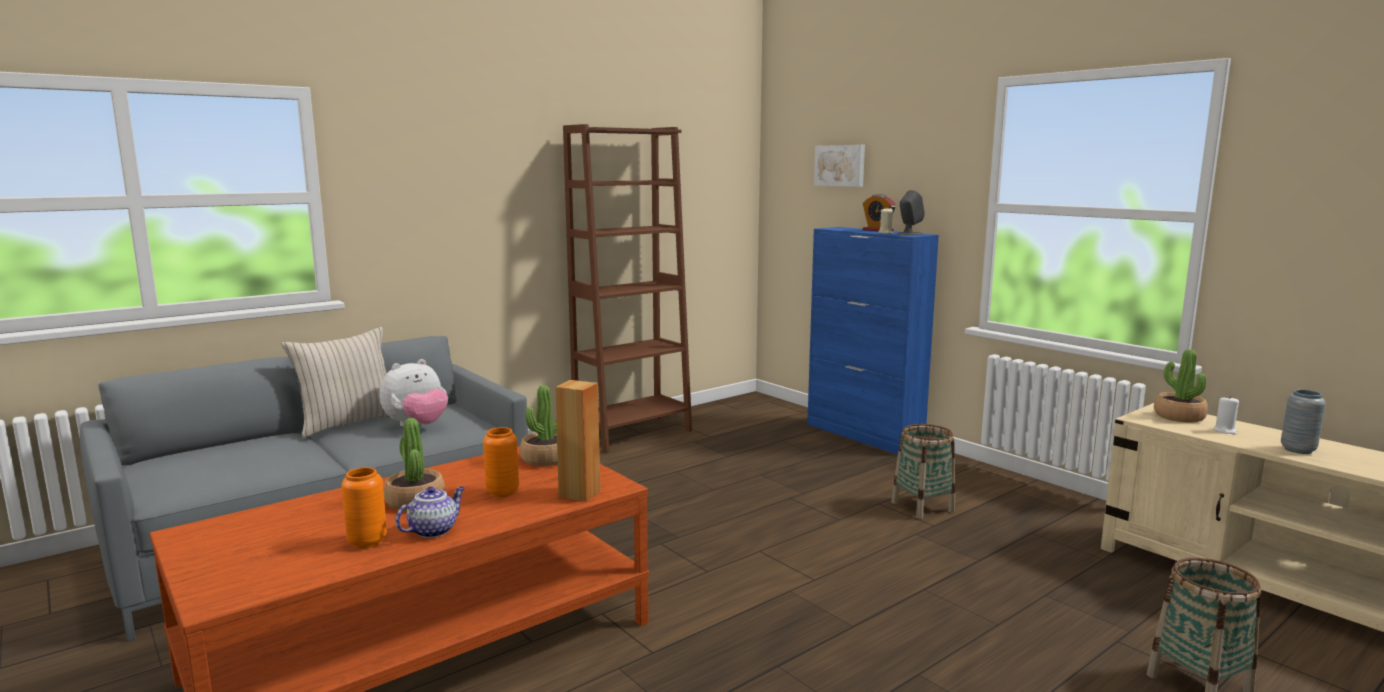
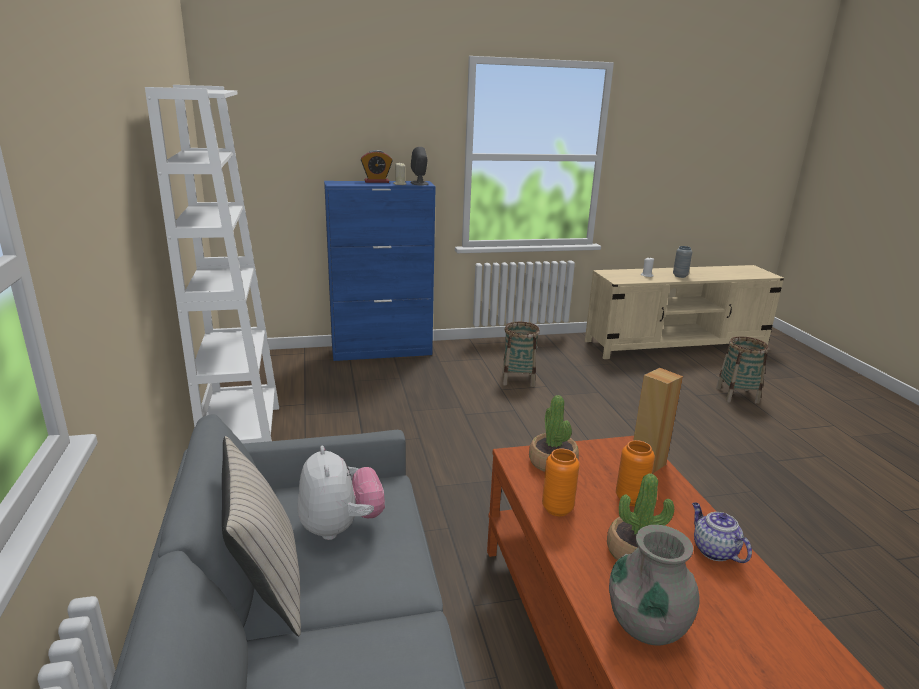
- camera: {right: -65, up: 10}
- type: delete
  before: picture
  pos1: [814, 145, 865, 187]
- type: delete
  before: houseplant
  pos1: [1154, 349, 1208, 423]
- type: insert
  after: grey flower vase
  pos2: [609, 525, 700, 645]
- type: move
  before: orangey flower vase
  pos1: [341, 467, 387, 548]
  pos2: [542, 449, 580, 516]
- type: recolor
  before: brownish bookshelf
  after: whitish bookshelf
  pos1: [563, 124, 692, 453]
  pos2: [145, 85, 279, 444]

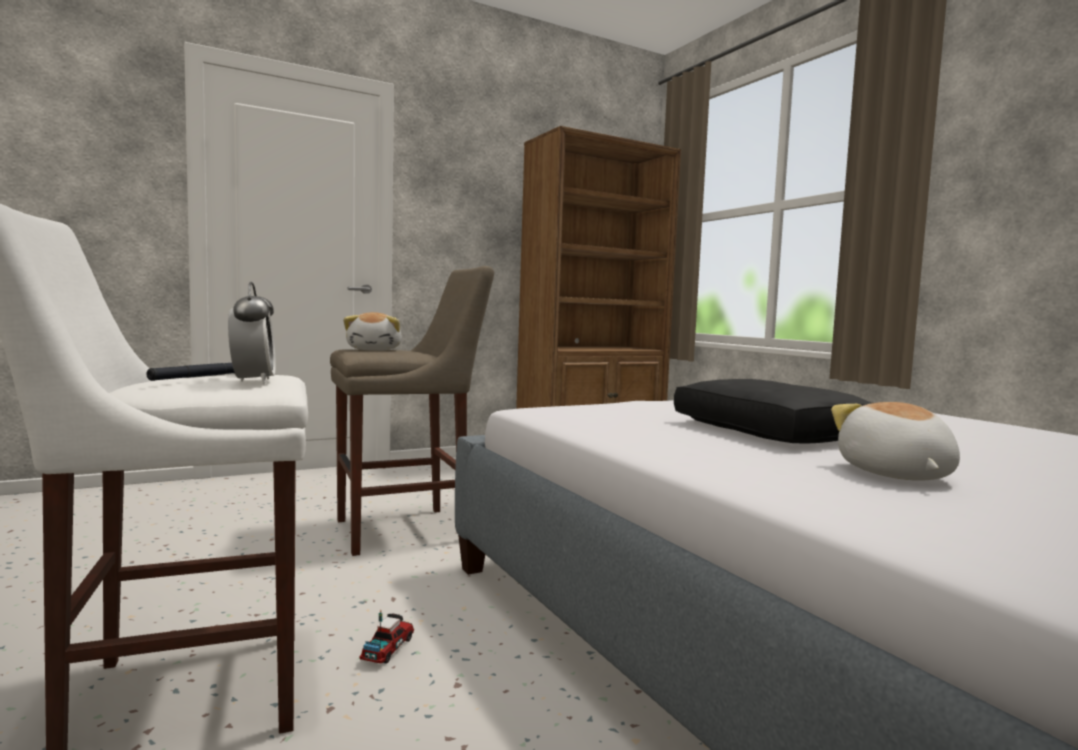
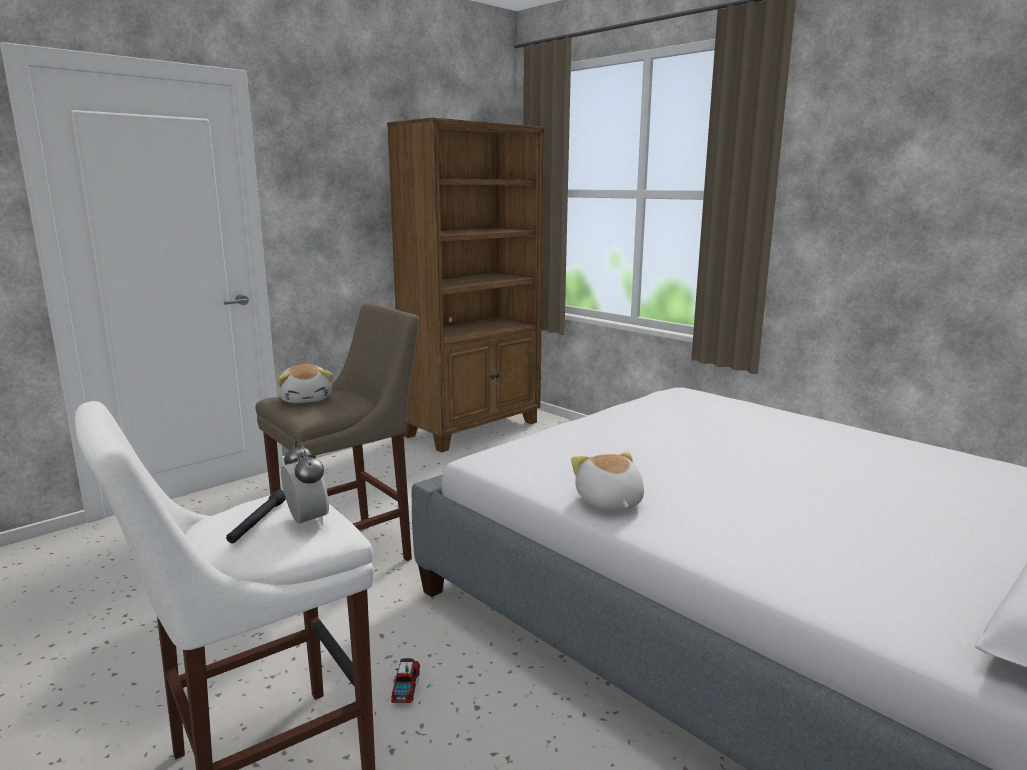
- camera: {right: -15, up: 10}
- type: delete
  before: blackish pillow
  pos1: [674, 379, 872, 443]
- type: move
  before: soft toy
  pos1: [831, 402, 960, 481]
  pos2: [571, 452, 644, 511]

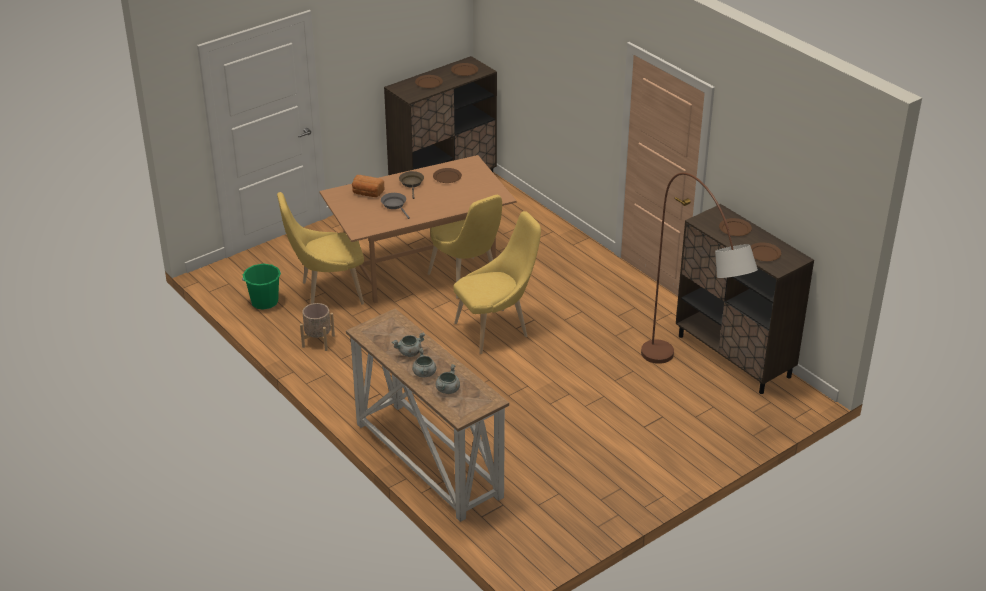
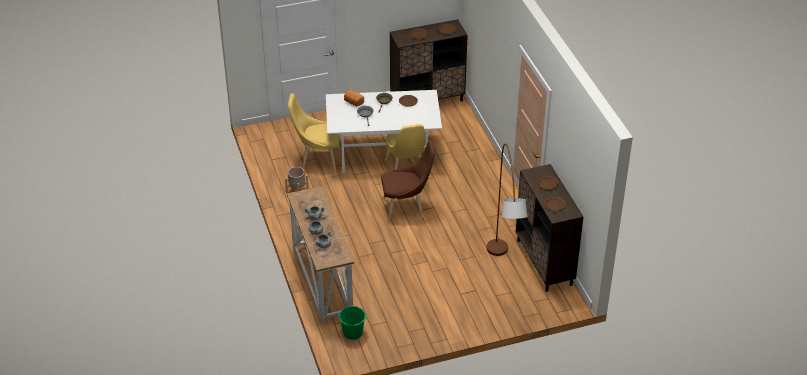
- camera: {right: 20, up: 5}
- type: move
  before: green-coloured water bucket
  pos1: [242, 264, 281, 310]
  pos2: [338, 306, 367, 340]
- type: recolor
  before: brownish dining table
  after: whitish dining table
  pos1: [319, 155, 517, 303]
  pos2: [326, 90, 442, 173]
- type: recolor
  before: yellow upright chair
  after: brownish upright chair
  pos1: [453, 211, 541, 354]
  pos2: [381, 140, 435, 222]

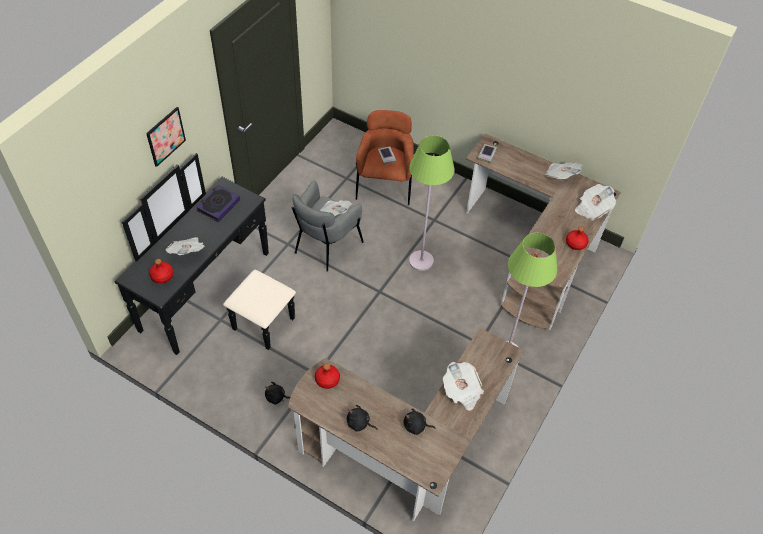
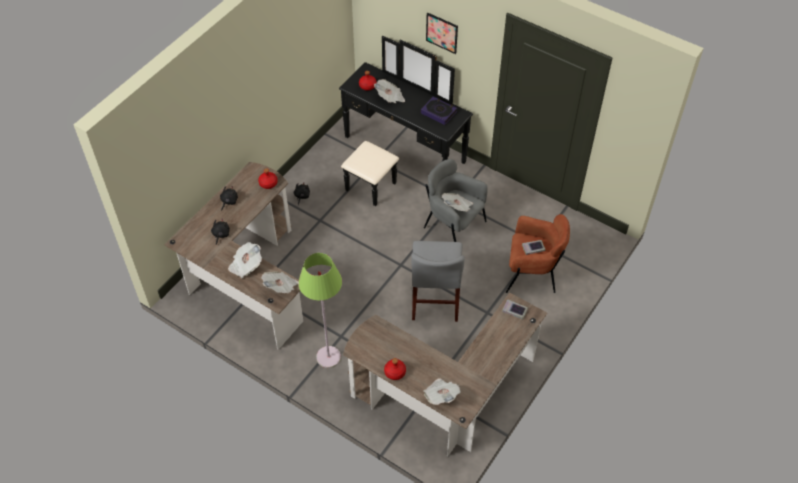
- camera: {right: 95, up: 0}
- type: move
  before: printed paper
  pos1: [544, 162, 583, 179]
  pos2: [261, 272, 298, 293]
- type: replace
  before: green-coloured standing lamp
  after: grey upright chair
  pos1: [409, 135, 455, 271]
  pos2: [411, 241, 465, 322]

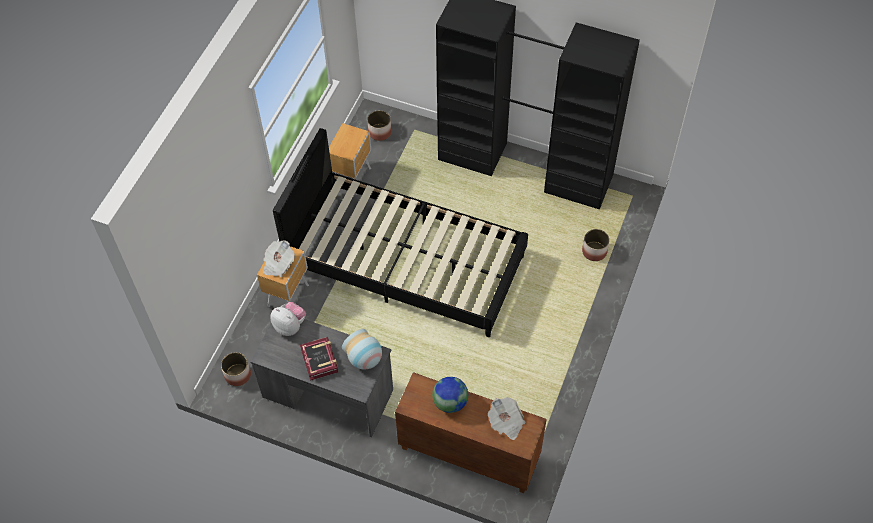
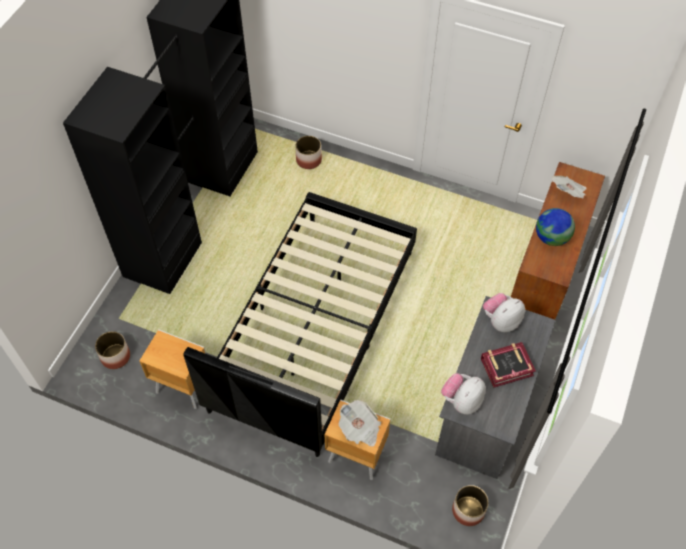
- camera: {right: -90, up: 0}
- type: replace
  before: flower vase
  after: soft toy
  pos1: [342, 329, 382, 370]
  pos2: [483, 293, 525, 332]

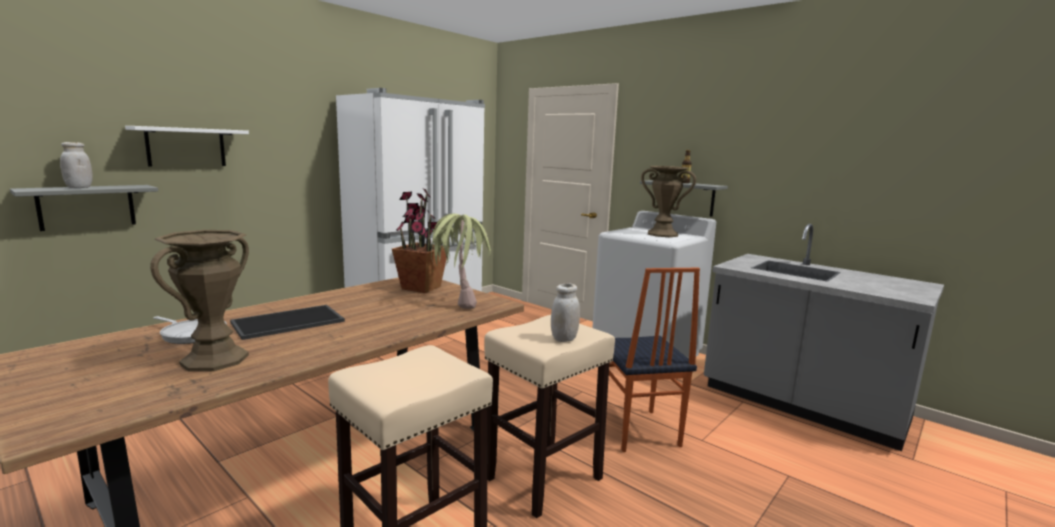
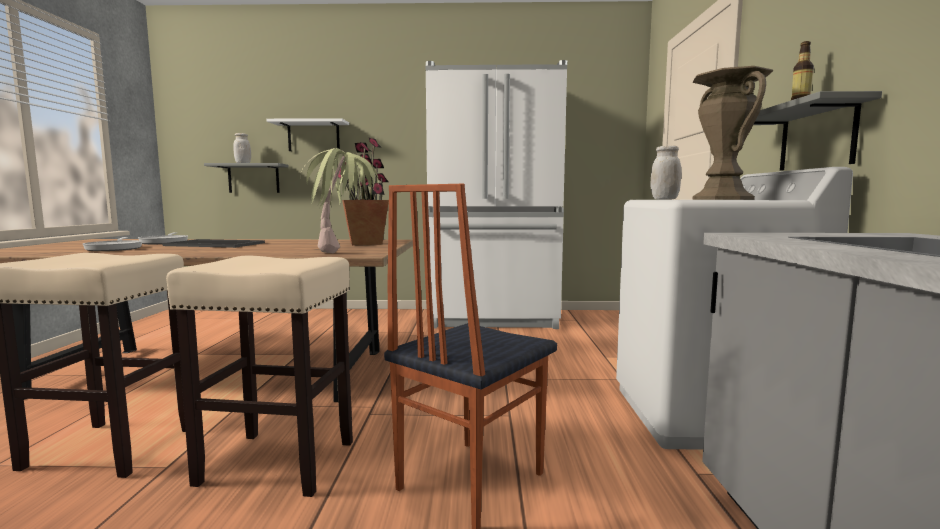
- camera: {right: 50, up: -5}
- type: move
  before: whitish jar
  pos1: [551, 283, 580, 342]
  pos2: [651, 146, 682, 200]
- type: replace
  before: brownish flower vase
  after: skillet
  pos1: [150, 230, 249, 372]
  pos2: [83, 237, 142, 251]

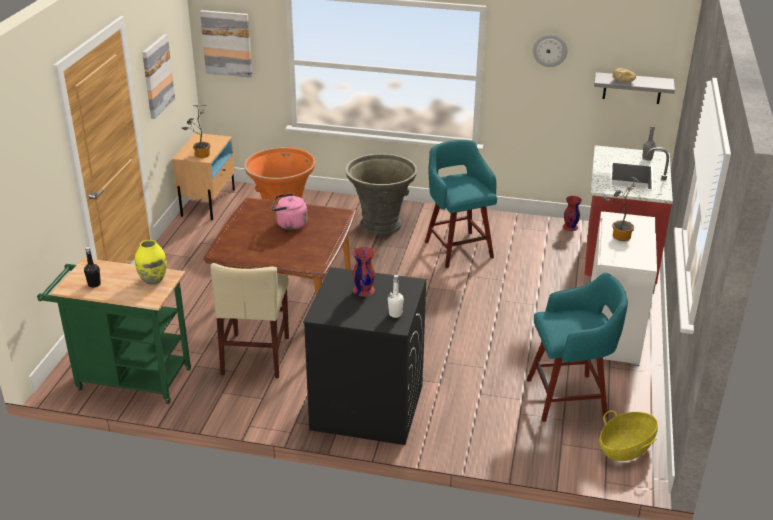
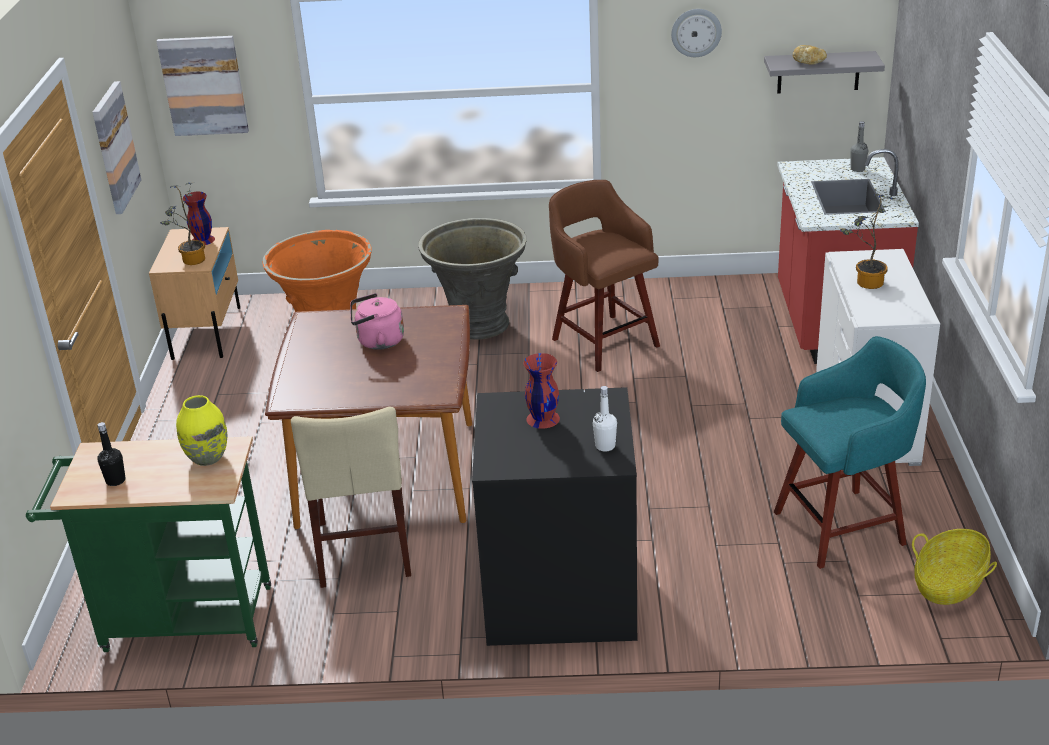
- camera: {right: -10, up: 0}
- type: move
  before: red-coloured flower vase
  pos1: [563, 196, 582, 231]
  pos2: [183, 192, 215, 245]
- type: recolor
  before: turquoise stool
  after: brownish stool
  pos1: [425, 140, 497, 268]
  pos2: [549, 180, 660, 372]

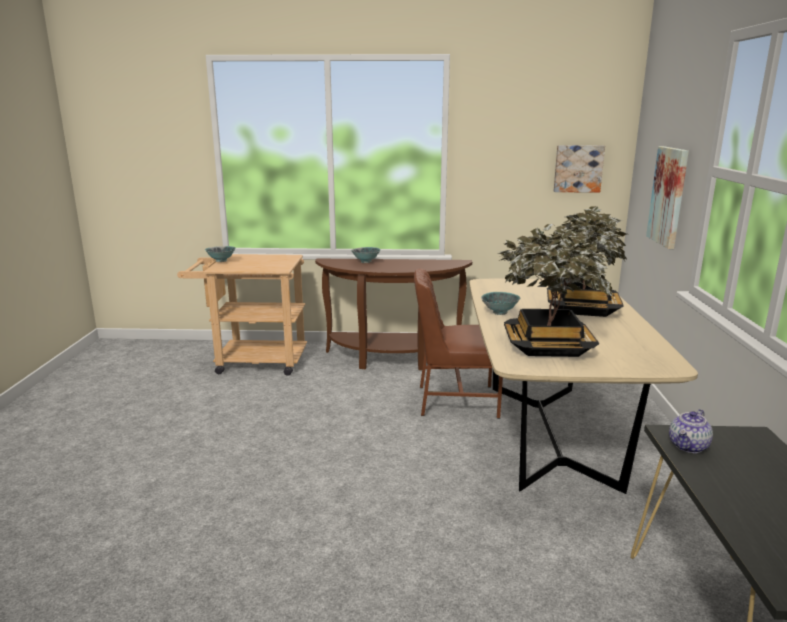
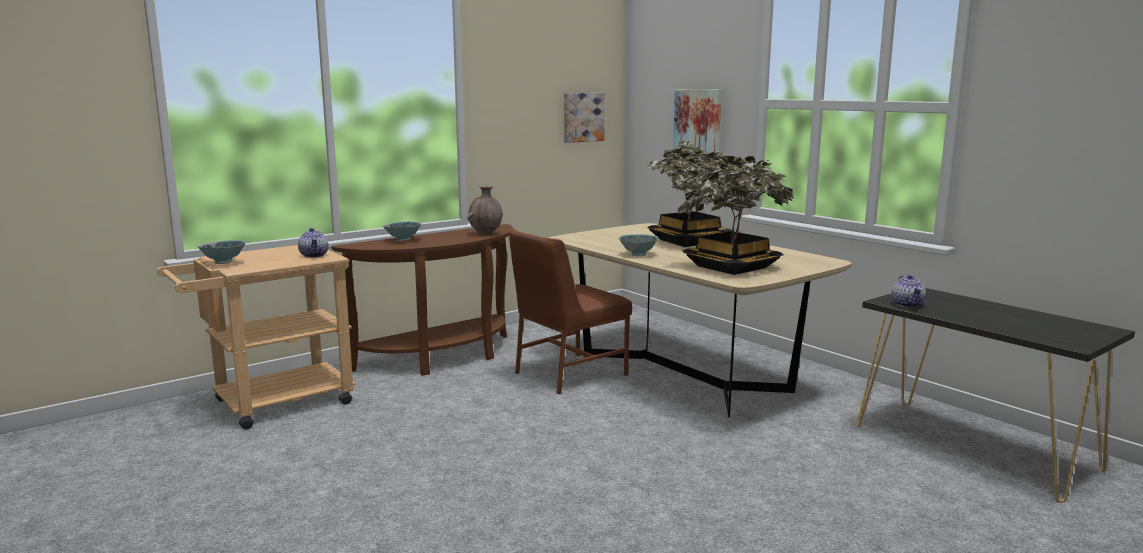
- camera: {right: -40, up: -5}
- type: insert
  after: tea pot
  pos2: [298, 228, 328, 258]
- type: insert
  after: brownish flower vase
  pos2: [467, 186, 503, 235]

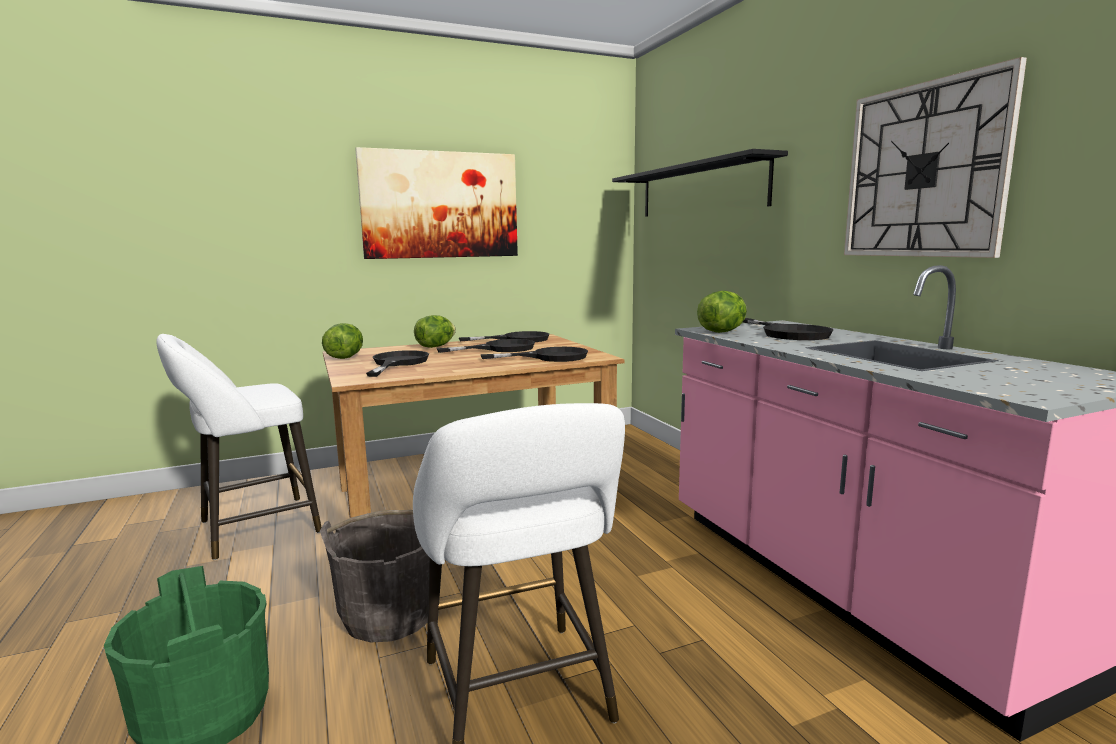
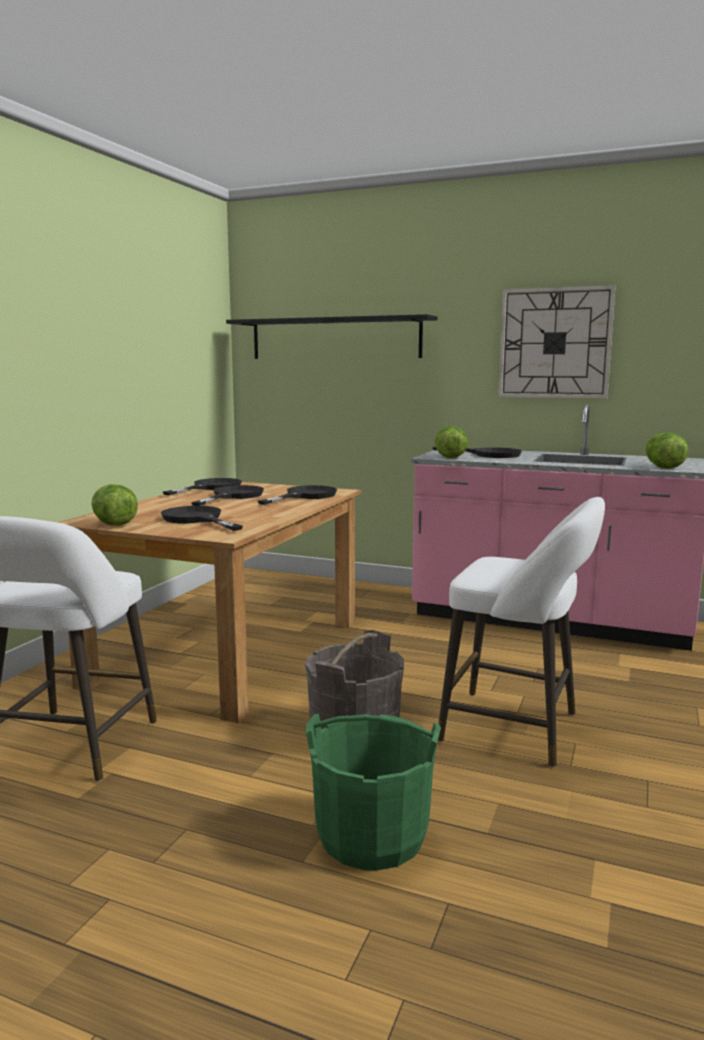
- camera: {right: -45, up: 0}
- type: delete
  before: picture
  pos1: [355, 147, 518, 259]
- type: move
  before: lettuce head
  pos1: [414, 315, 456, 348]
  pos2: [646, 432, 688, 469]

